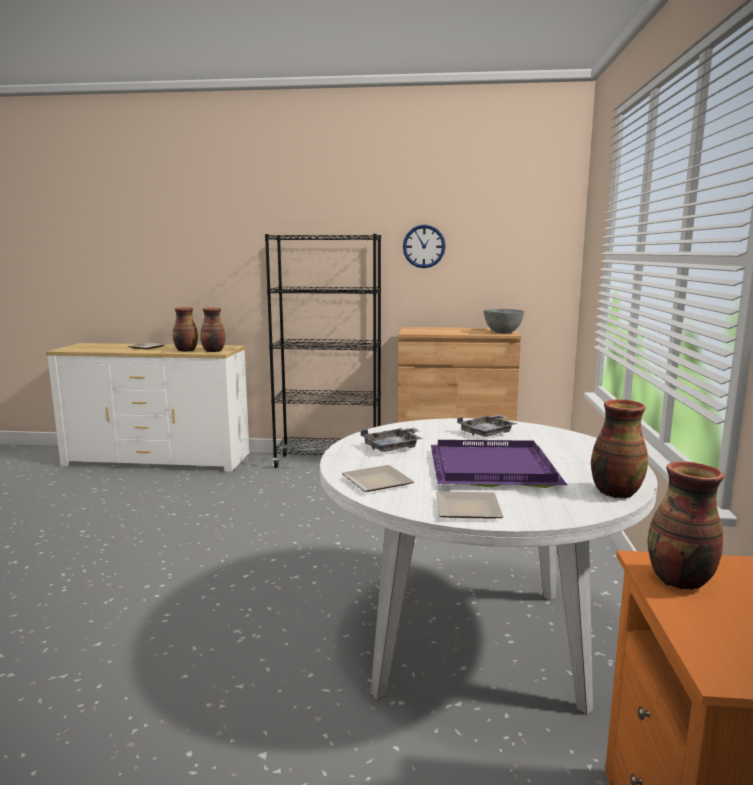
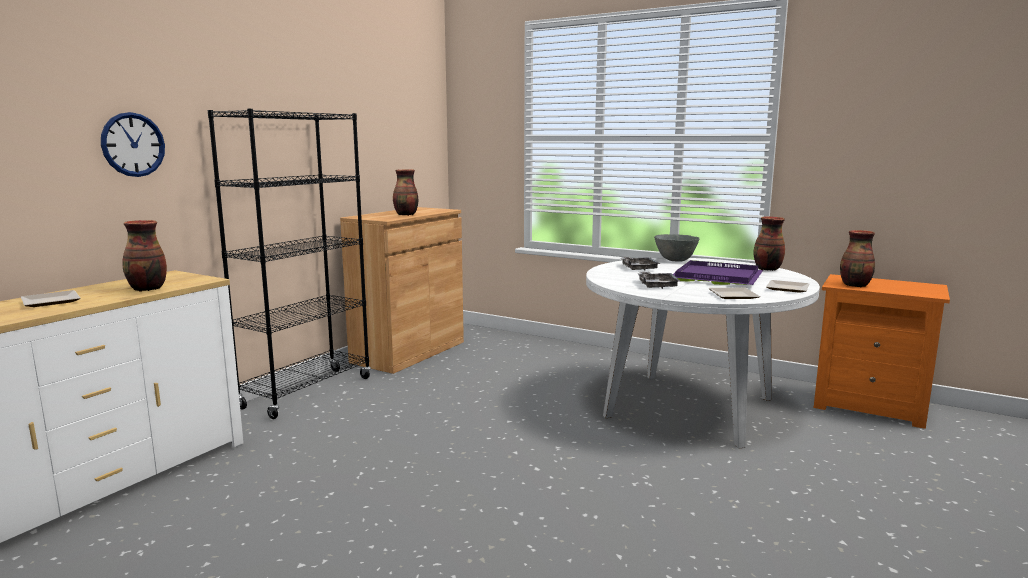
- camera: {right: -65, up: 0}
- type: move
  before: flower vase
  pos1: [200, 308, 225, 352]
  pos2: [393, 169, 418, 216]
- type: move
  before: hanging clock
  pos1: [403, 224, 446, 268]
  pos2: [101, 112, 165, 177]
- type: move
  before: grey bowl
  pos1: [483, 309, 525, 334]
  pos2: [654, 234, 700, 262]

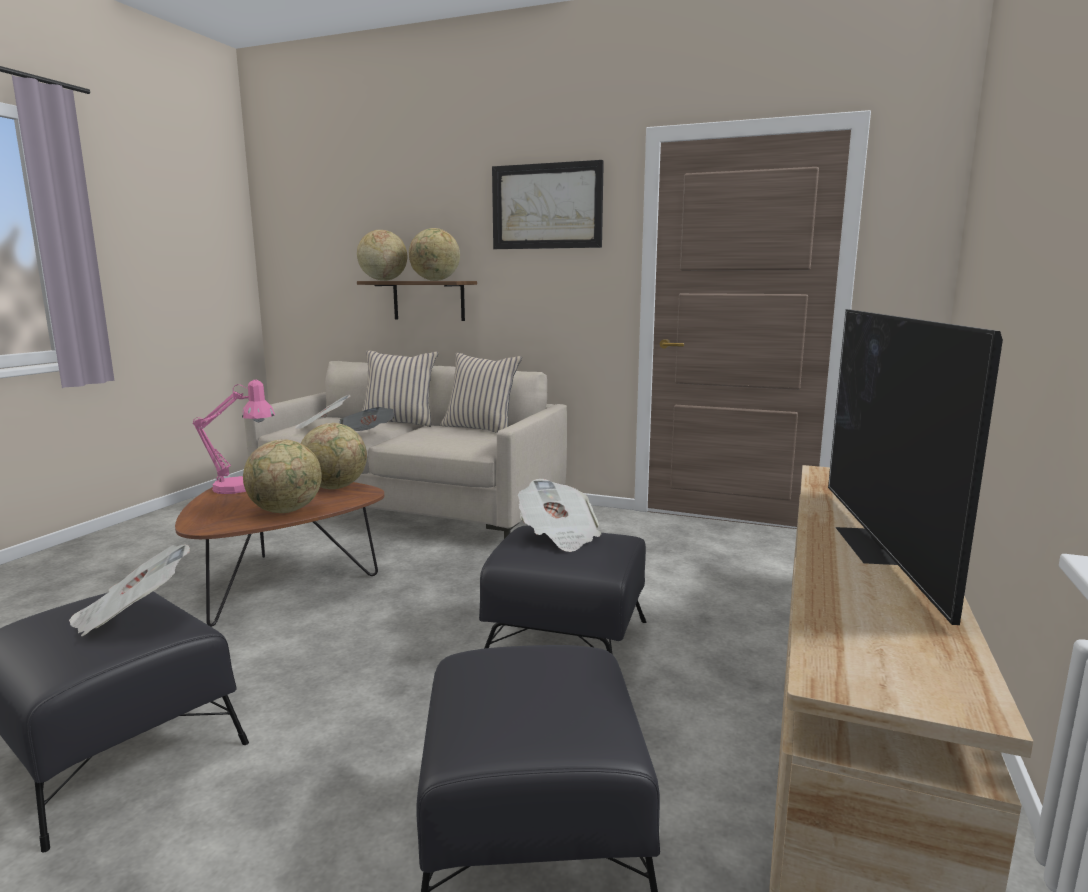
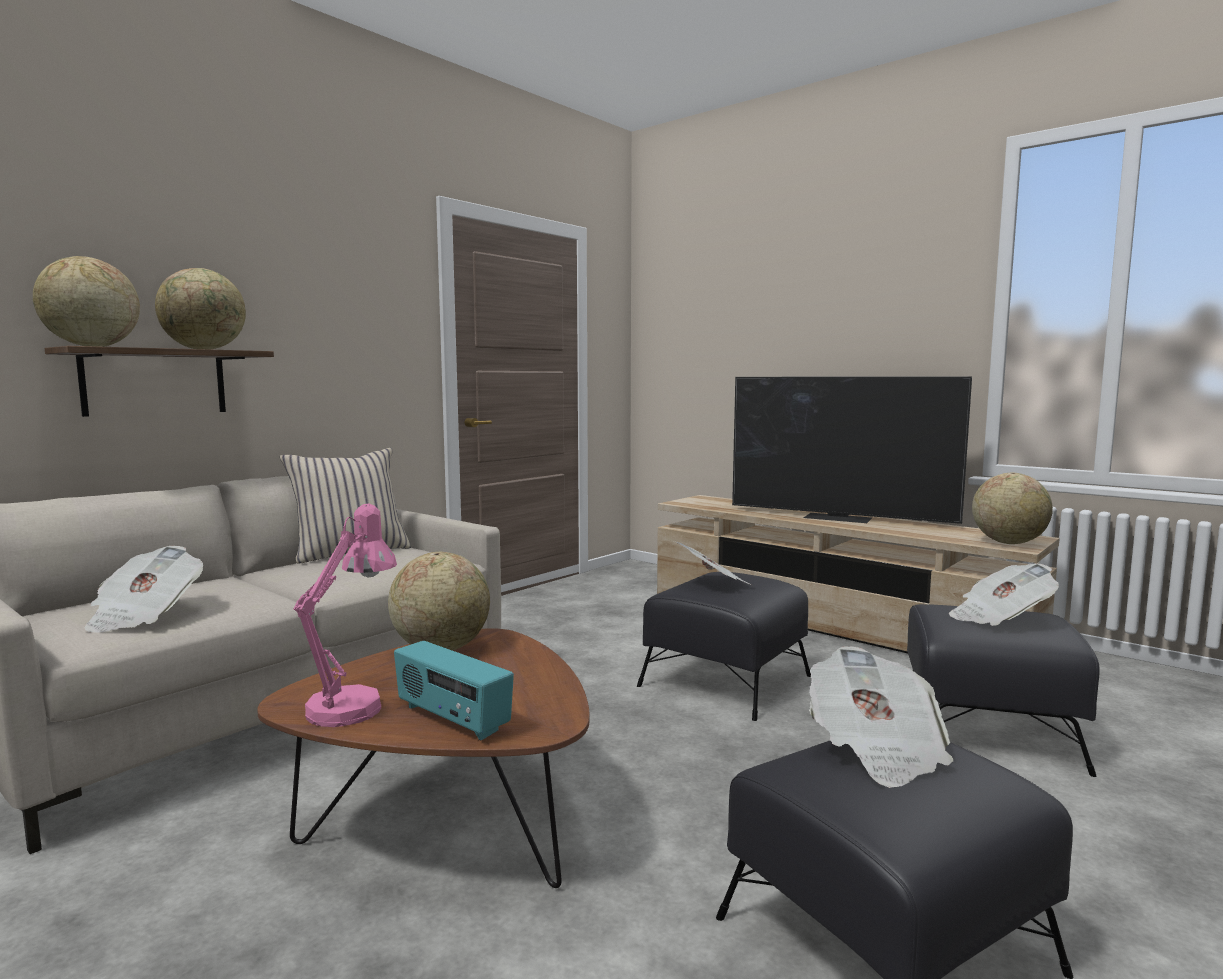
- camera: {right: -70, up: -5}
- type: delete
  before: beige-coloured pillow
  pos1: [362, 351, 438, 427]
- type: delete
  before: picture
  pos1: [492, 160, 604, 249]
- type: insert
  after: radio
  pos2: [394, 641, 514, 741]
- type: move
  before: world globe
  pos1: [243, 439, 322, 513]
  pos2: [972, 473, 1053, 544]
- type: move
  before: printed paper
  pos1: [339, 407, 395, 431]
  pos2: [949, 564, 1059, 626]

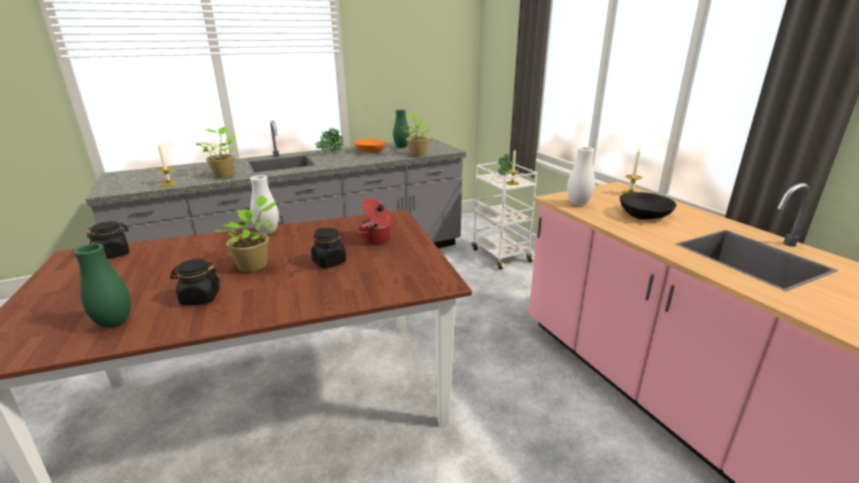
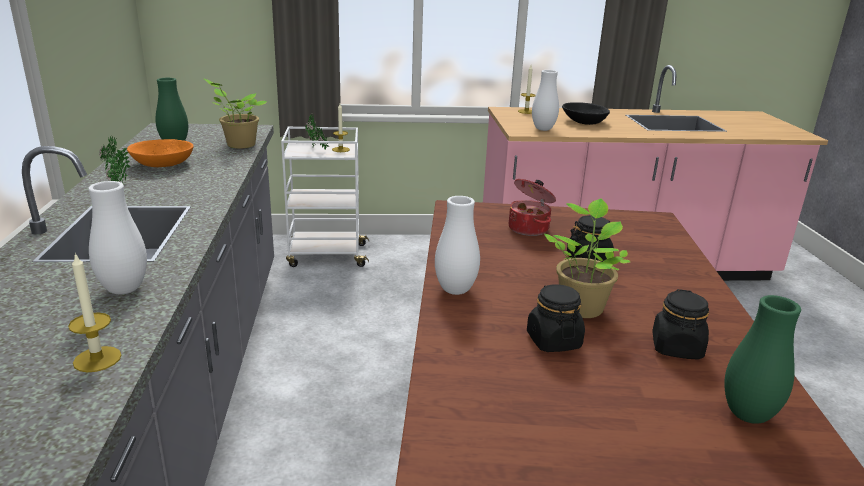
- camera: {right: -70, up: 0}
- type: move
  before: blackish jar
  pos1: [86, 221, 129, 259]
  pos2: [527, 284, 585, 352]
- type: replace
  before: houseplant
  after: whitish flower vase
  pos1: [196, 127, 236, 178]
  pos2: [88, 181, 147, 294]

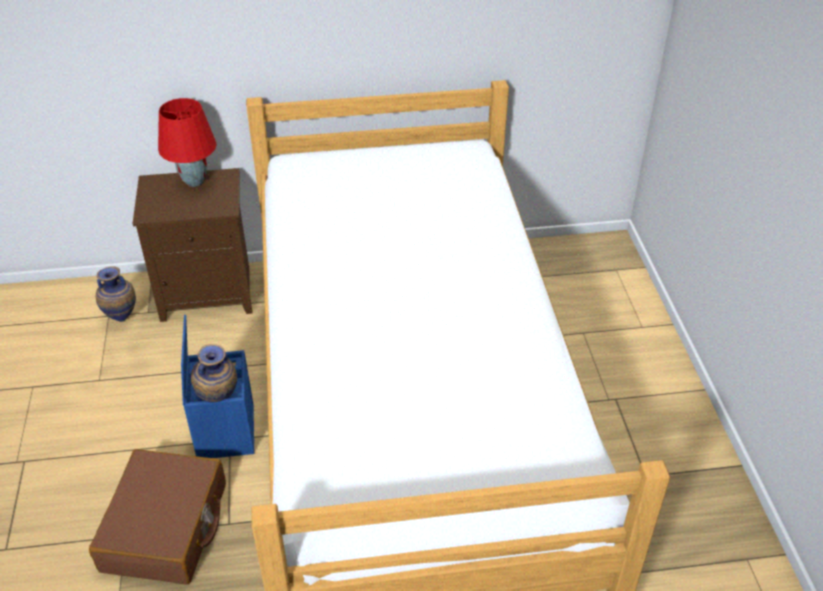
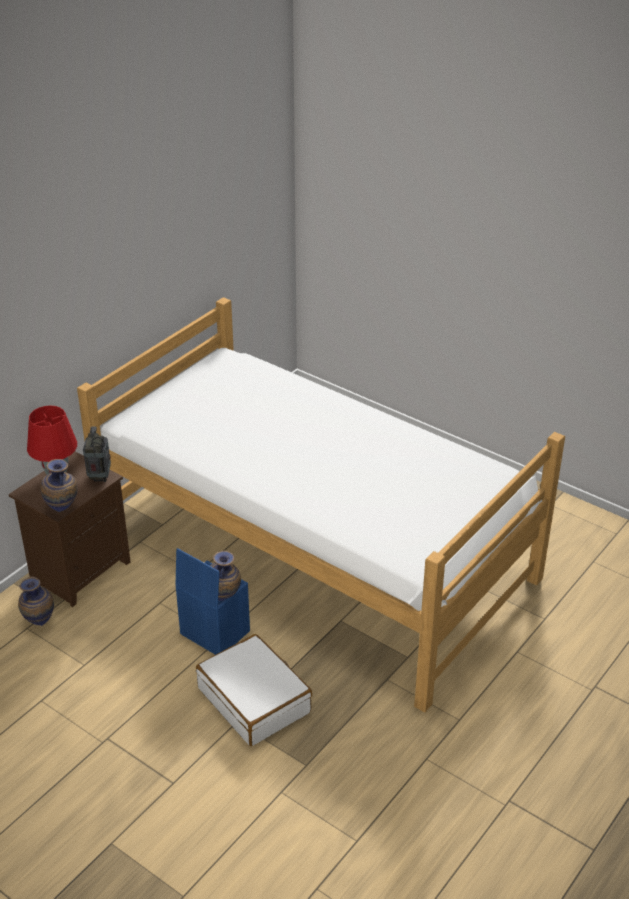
- camera: {right: -45, up: -5}
- type: insert
  after: flower vase
  pos2: [40, 459, 78, 512]
- type: insert
  after: radio
  pos2: [83, 426, 111, 482]
- type: recolor
  before: brownish suitcase
  after: whitish suitcase
  pos1: [89, 449, 226, 585]
  pos2: [196, 634, 312, 746]

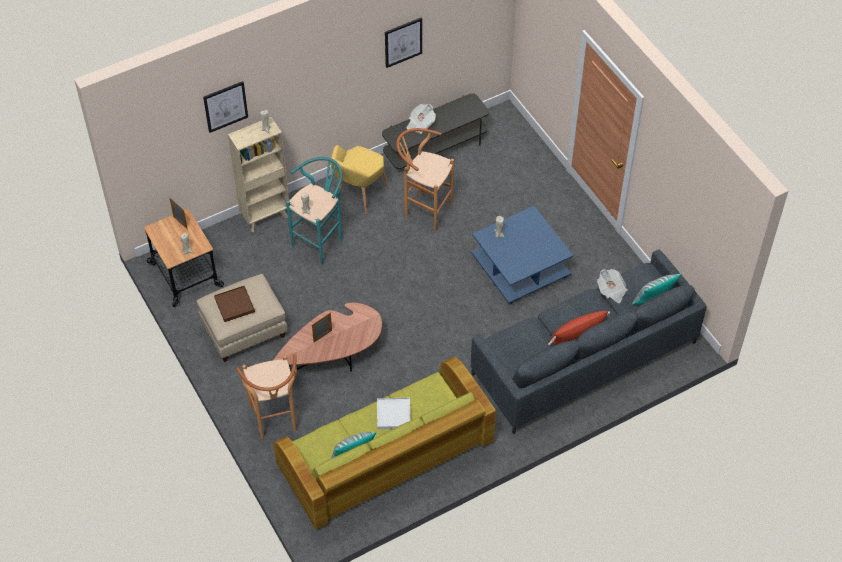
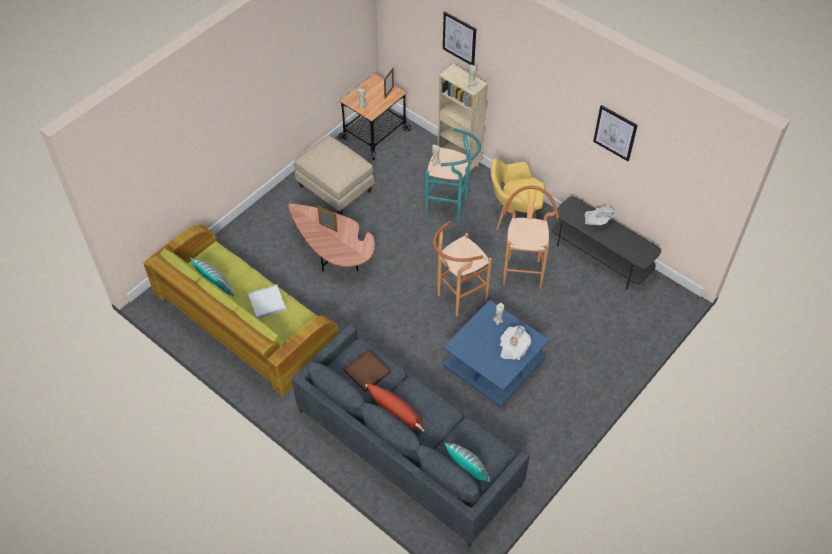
- camera: {right: 70, up: 0}
- type: move
  before: brownish carrying tray
  pos1: [214, 286, 255, 322]
  pos2: [344, 350, 391, 392]
- type: move
  before: brownish stool
  pos1: [236, 354, 297, 439]
  pos2: [433, 221, 492, 316]
- type: move
  before: printed paper
  pos1: [597, 269, 628, 303]
  pos2: [500, 326, 531, 360]

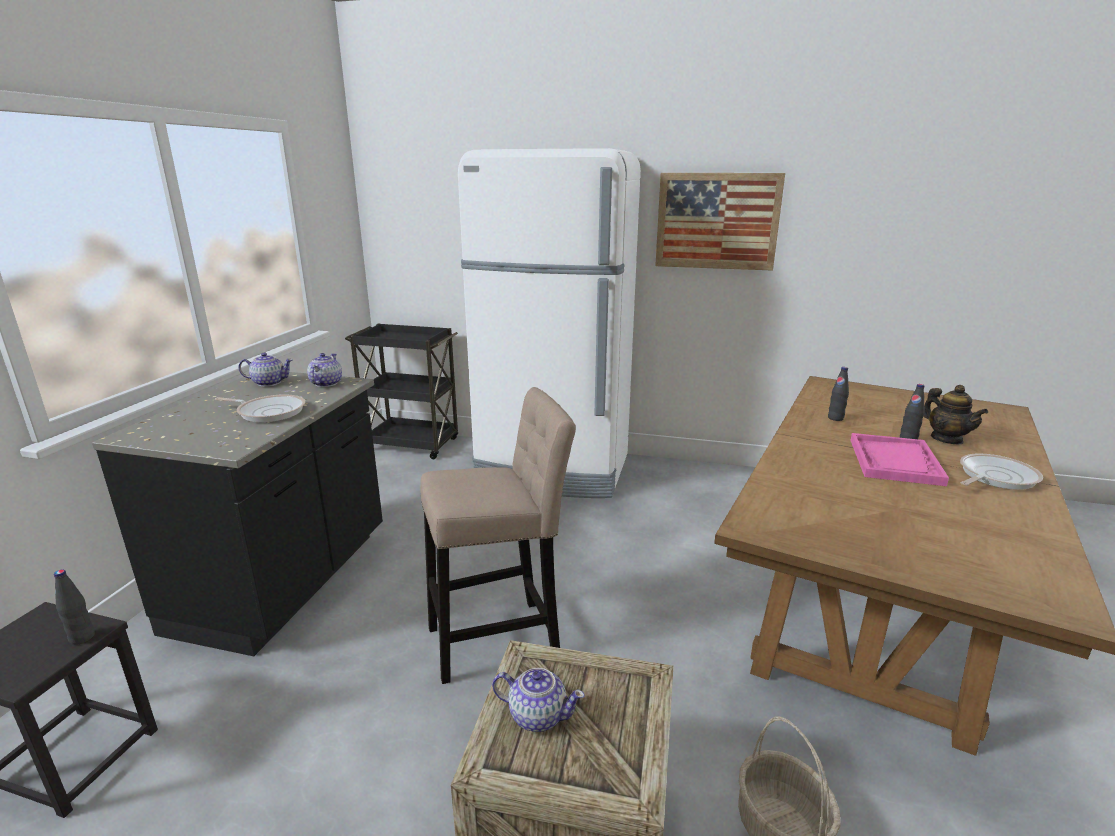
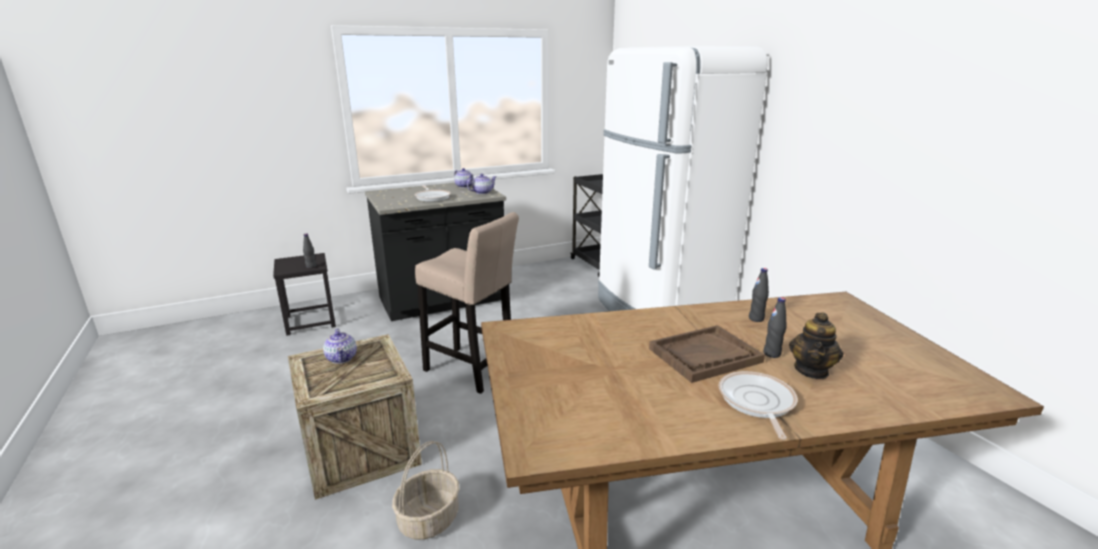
- camera: {right: 50, up: 0}
- type: delete
  before: picture
  pos1: [655, 173, 785, 271]
- type: recolor
  before: pinkish carrying tray
  after: brownish carrying tray
  pos1: [850, 433, 949, 486]
  pos2: [649, 325, 765, 383]
- type: rotate
  before: skillet
  pos1: [960, 453, 1043, 490]
  pos2: [719, 371, 798, 440]
  turn: -105

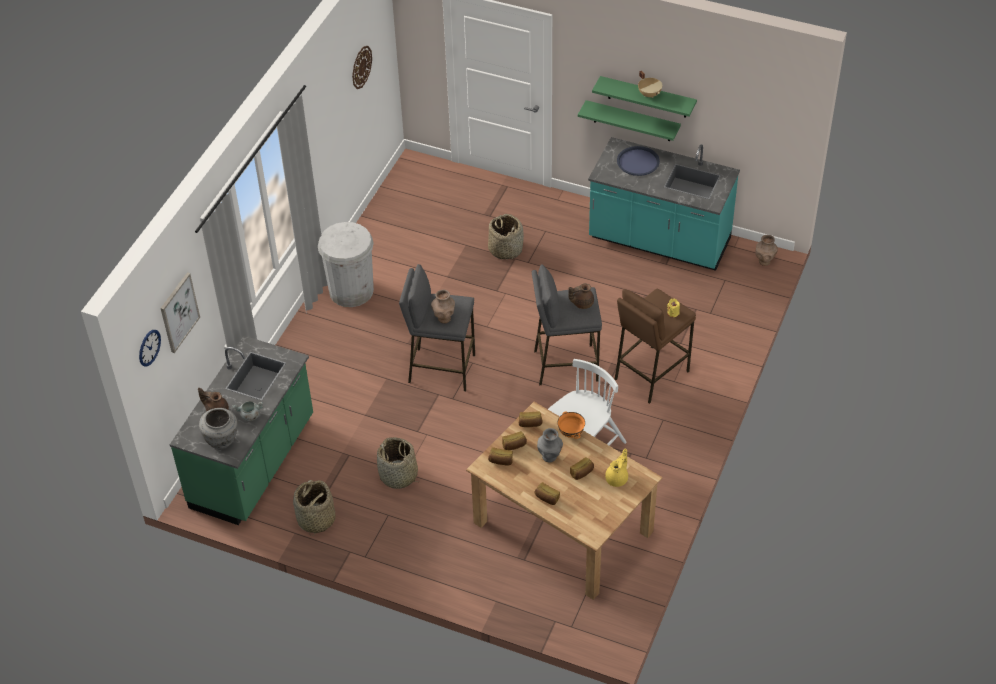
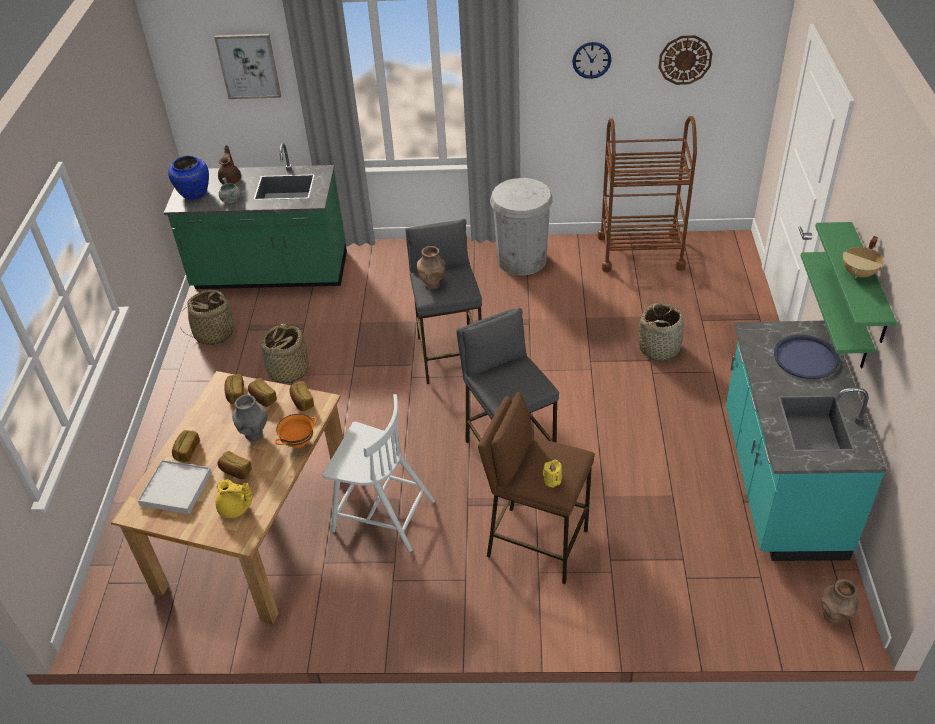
- camera: {right: 70, up: -5}
- type: delete
  before: brownish tea pot
  pos1: [568, 283, 594, 309]
- type: insert
  after: whitish carrying tray
  pos2: [137, 460, 212, 514]
- type: insert
  after: brownish cart
  pos2: [598, 116, 697, 272]
- type: move
  before: hanging clock
  pos1: [139, 330, 161, 367]
  pos2: [572, 42, 611, 79]
- type: recolor
  before: grey flower vase
  after: blue flower vase
  pos1: [199, 408, 238, 449]
  pos2: [168, 156, 209, 200]

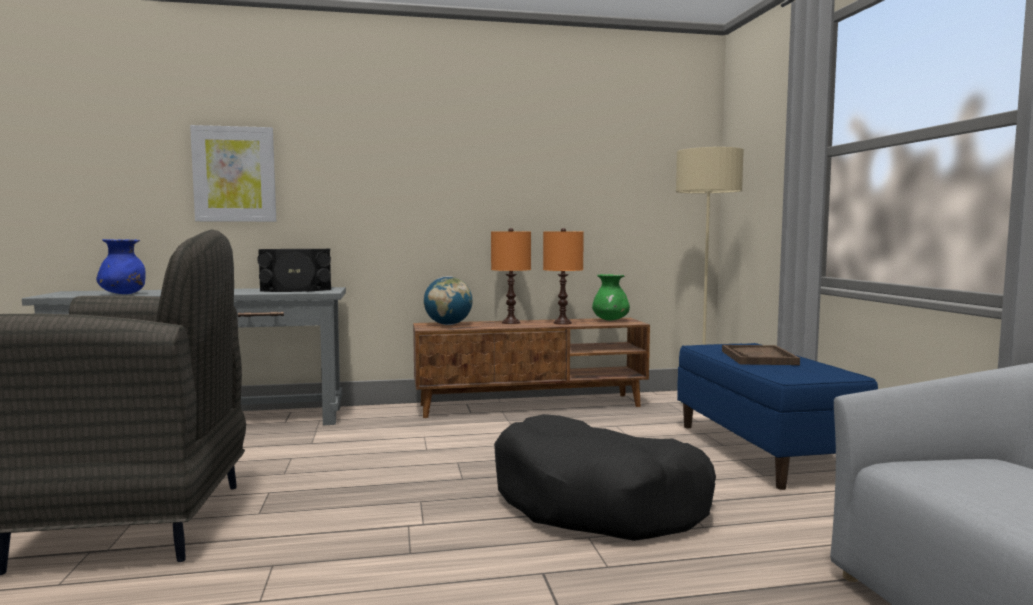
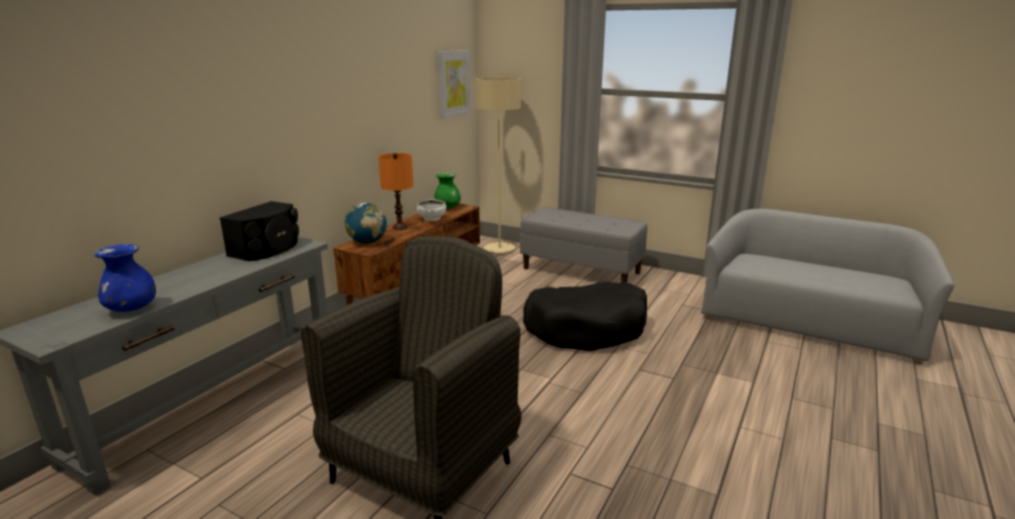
- camera: {right: -50, up: 15}
- type: delete
  before: brownish carrying tray
  pos1: [722, 345, 800, 365]
- type: move
  before: picture
  pos1: [190, 125, 276, 222]
  pos2: [438, 50, 471, 119]
- type: replace
  before: orangey lamp for a table
  after: whitish bowl
  pos1: [543, 228, 584, 325]
  pos2: [417, 200, 446, 221]
- type: recolor
  before: blue long seat
  after: grey long seat
  pos1: [677, 343, 878, 490]
  pos2: [520, 207, 647, 283]

